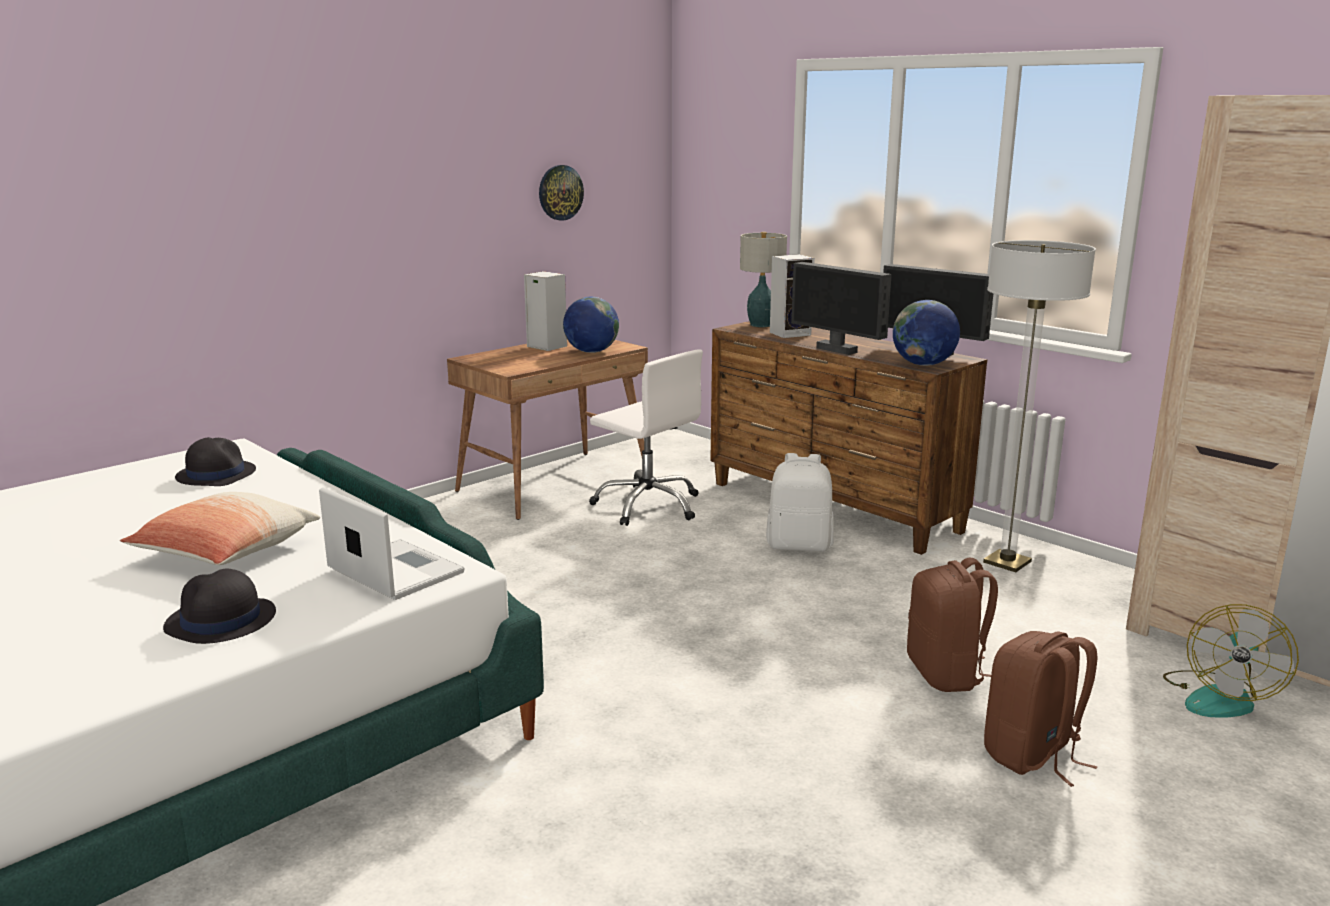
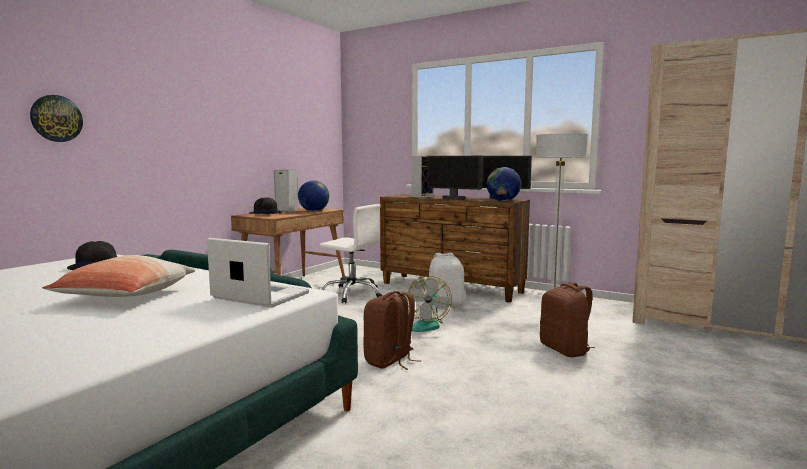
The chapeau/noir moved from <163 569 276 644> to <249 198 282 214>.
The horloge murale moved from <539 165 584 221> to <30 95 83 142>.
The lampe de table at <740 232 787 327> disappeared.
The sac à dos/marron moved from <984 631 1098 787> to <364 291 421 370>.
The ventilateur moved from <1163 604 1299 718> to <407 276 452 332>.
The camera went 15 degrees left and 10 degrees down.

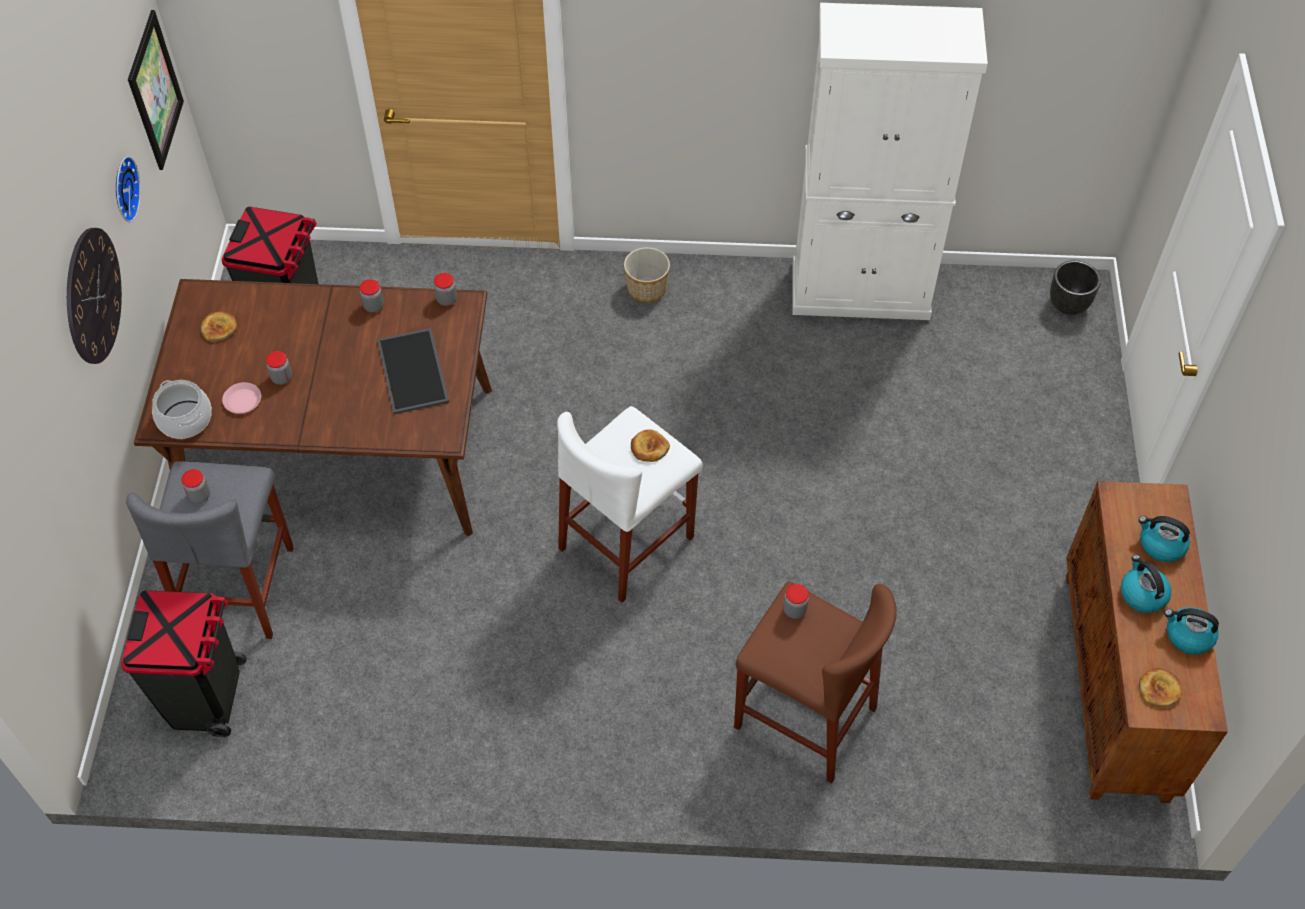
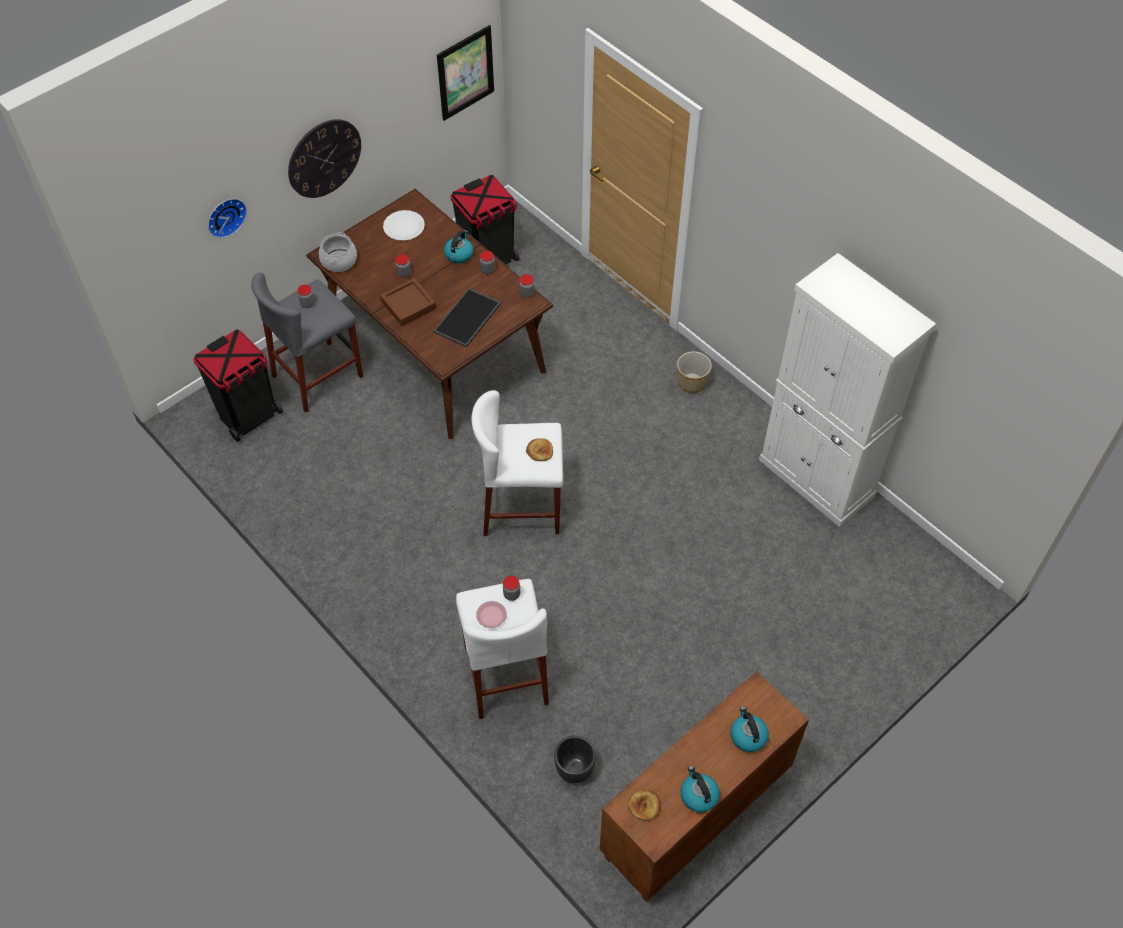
The horloge murale moved from <116 156 141 222> to <208 199 247 238>.
The pain at <201 311 237 342> was replaced by the assiette/blanc at <383 210 425 241>.
The assiette/rose moved from <222 382 261 414> to <476 601 507 628>.
The tabouret/marron at <734 581 897 784> became the tabouret/blanc at <456 579 549 719>.
The cache-pot/noir moved from <1050 260 1101 315> to <554 735 596 783>.
The bouilloire moved from <1121 555 1172 613> to <444 230 473 263>.
The plateau/marron at <380 278 436 326> appeared.
The camera went 45 degrees right and 0 degrees up.

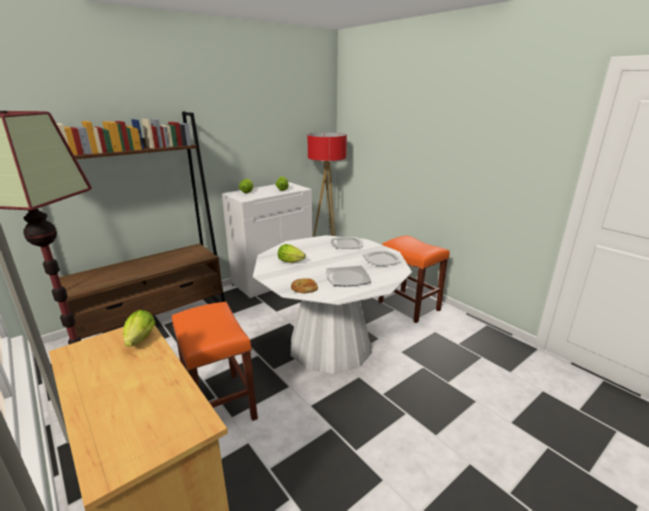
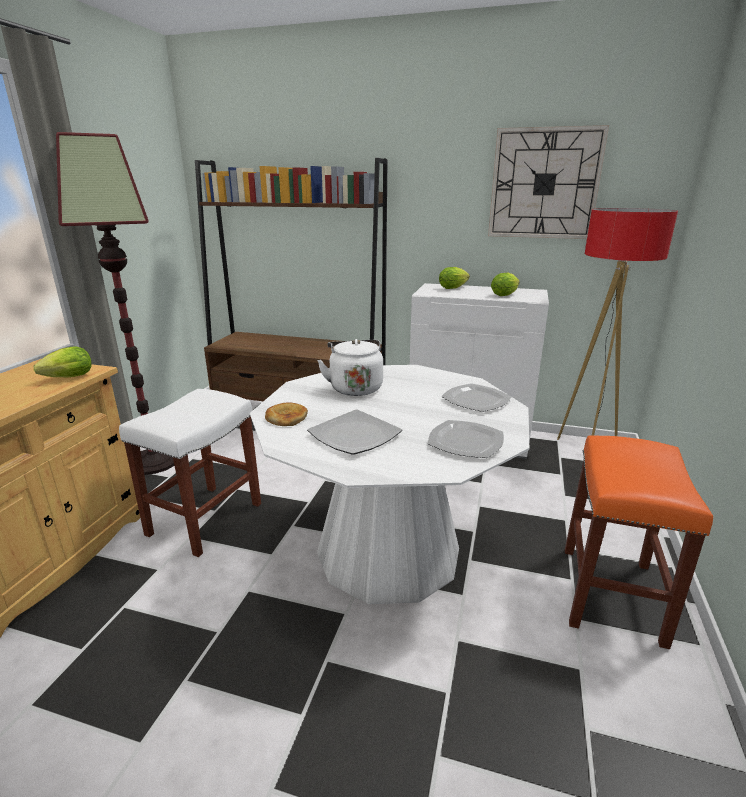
The tabouret/orange at <172 302 258 421> became the tabouret/blanc at <119 389 261 557>.
The laitue at <278 244 306 263> was replaced by the bouilloire/blanc at <317 339 383 396>.
The horloge murale at <488 125 609 239> appeared.
The camera went 55 degrees right and 0 degrees up.

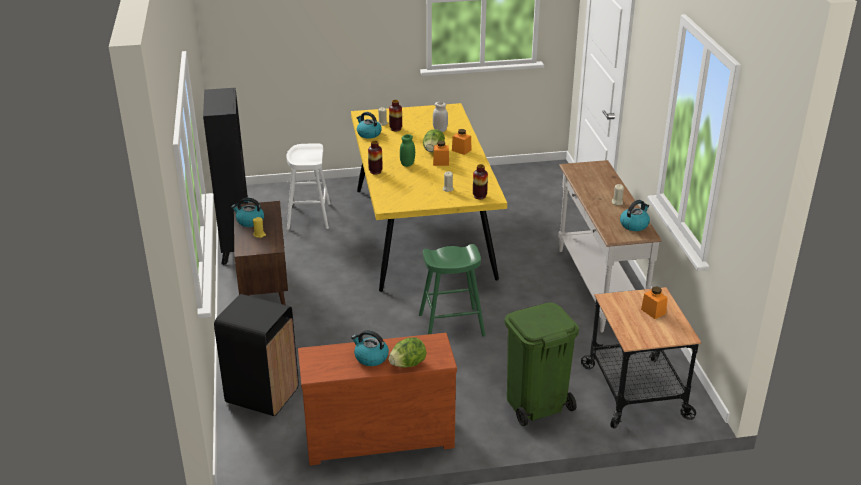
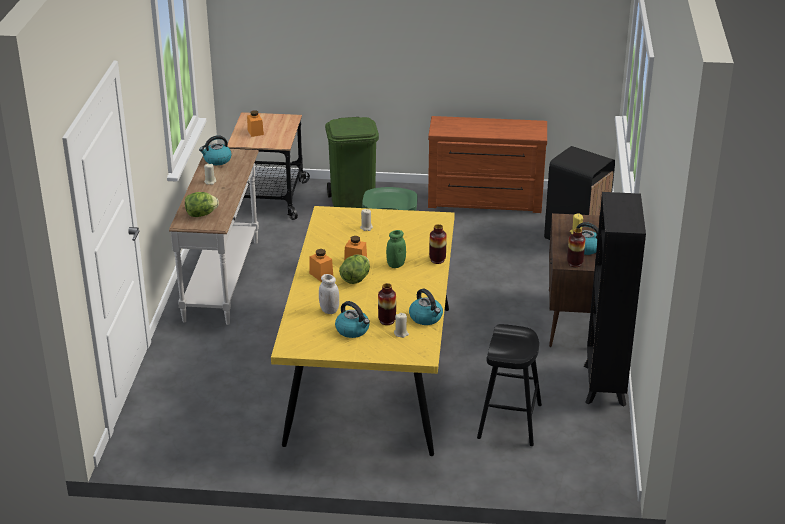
The tabouret/blanc at <287 143 331 230> became the tabouret/noir at <477 324 542 446>.
The bouilloire moved from <351 330 389 366> to <335 301 370 338>.
The laitue moved from <388 337 426 368> to <185 192 219 217>.
The vase moved from <473 164 488 199> to <567 228 585 267>.
The camera went 165 degrees left and 0 degrees up.

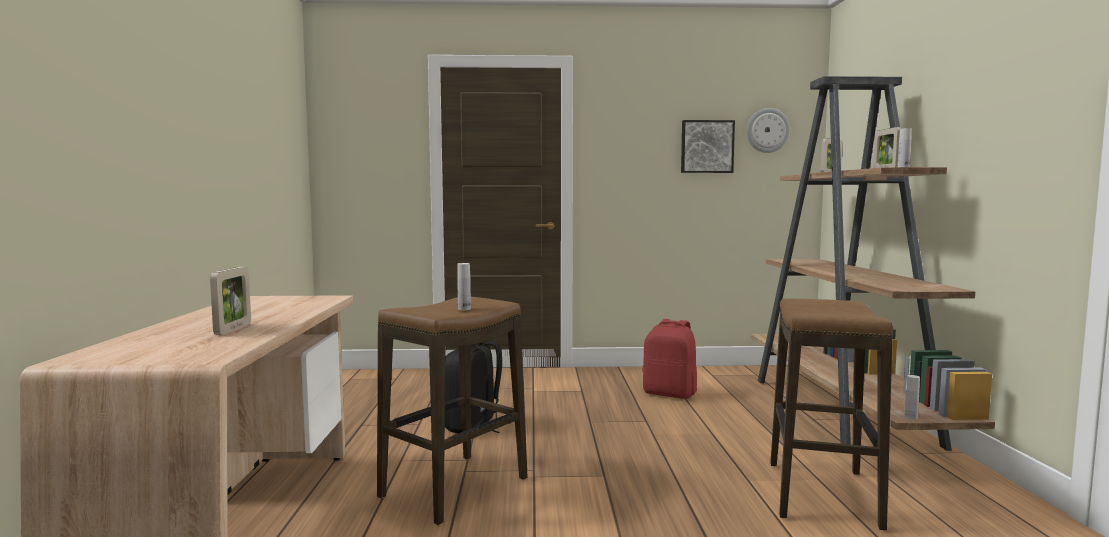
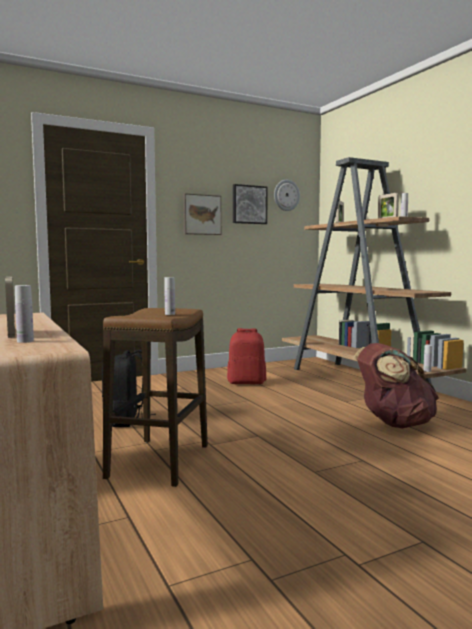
The tabouret at <770 299 894 531> was replaced by the sac à dos/marron at <354 343 439 428>.
The bouteille/blanc at <15 285 34 343> appeared.
The tableau at <183 193 221 235> appeared.
The camera went 25 degrees left and 0 degrees up.

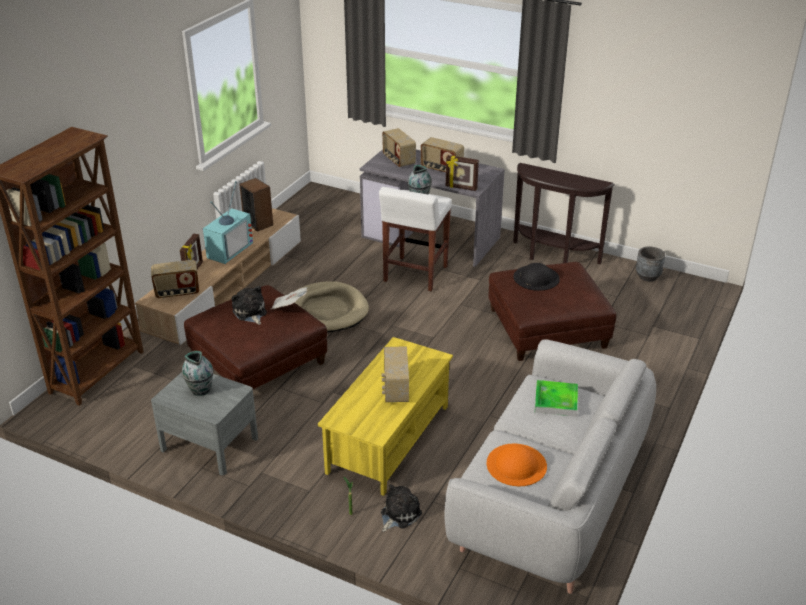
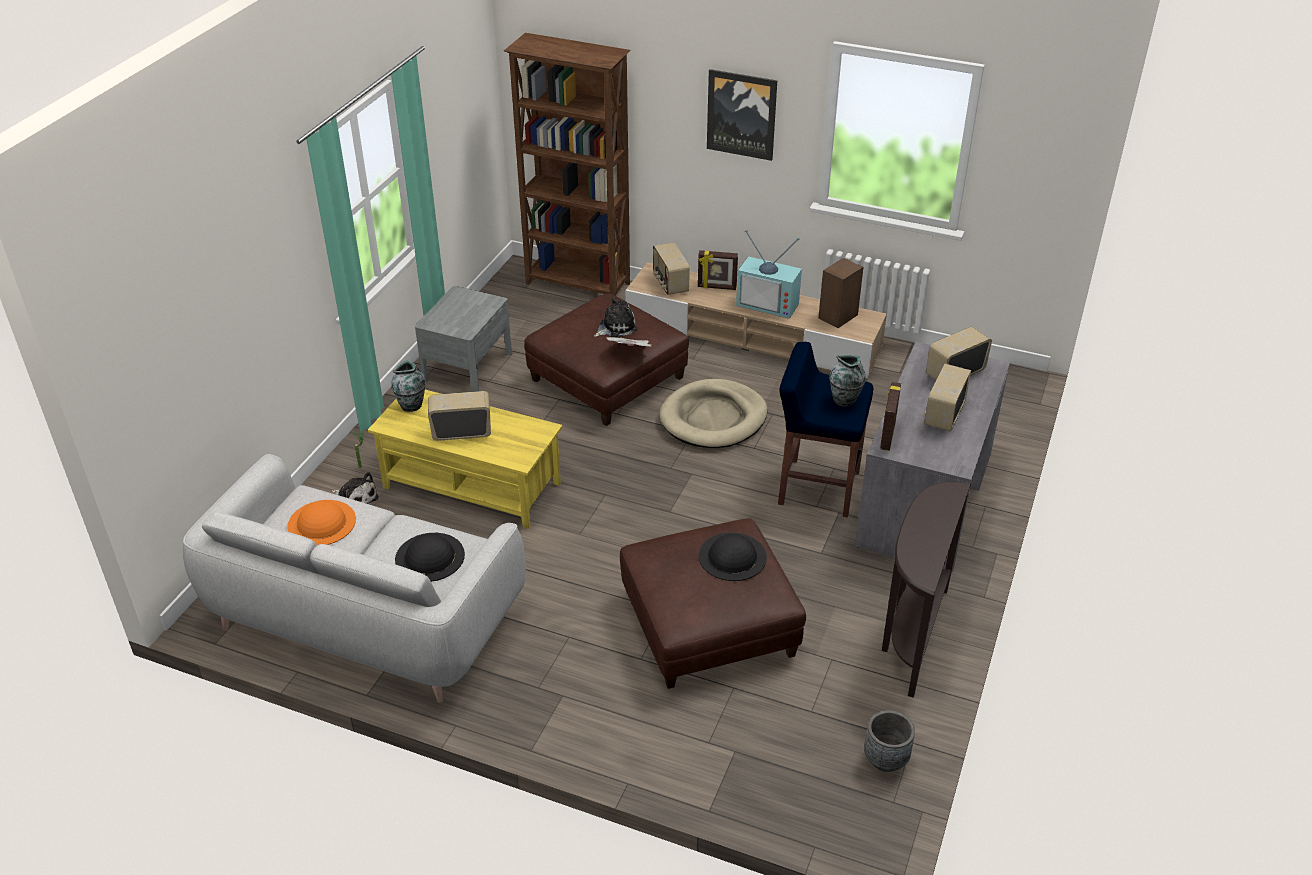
The vase moved from <182 351 213 396> to <391 361 426 412>.
The tabouret/blanc at <379 187 452 291> became the tabouret/bleu at <778 342 873 517>.
The plateau at <535 380 578 417> was replaced by the chapeau/noir at <395 533 465 582>.
The tableau at <707 69 777 161> appeared.
The camera went 85 degrees right and 5 degrees up.

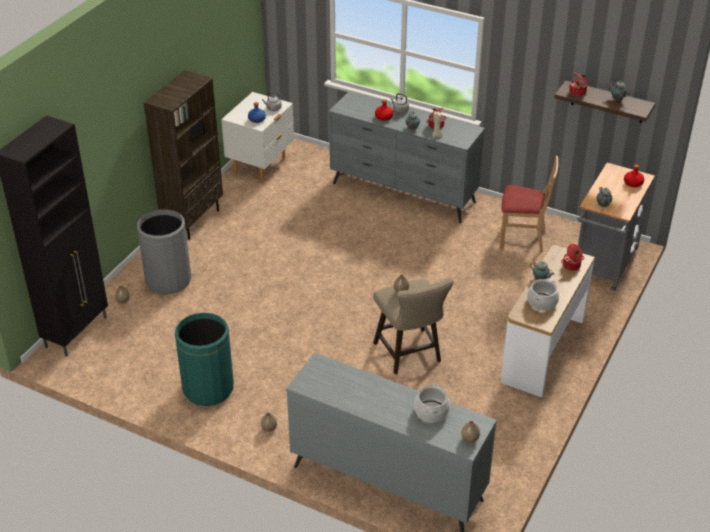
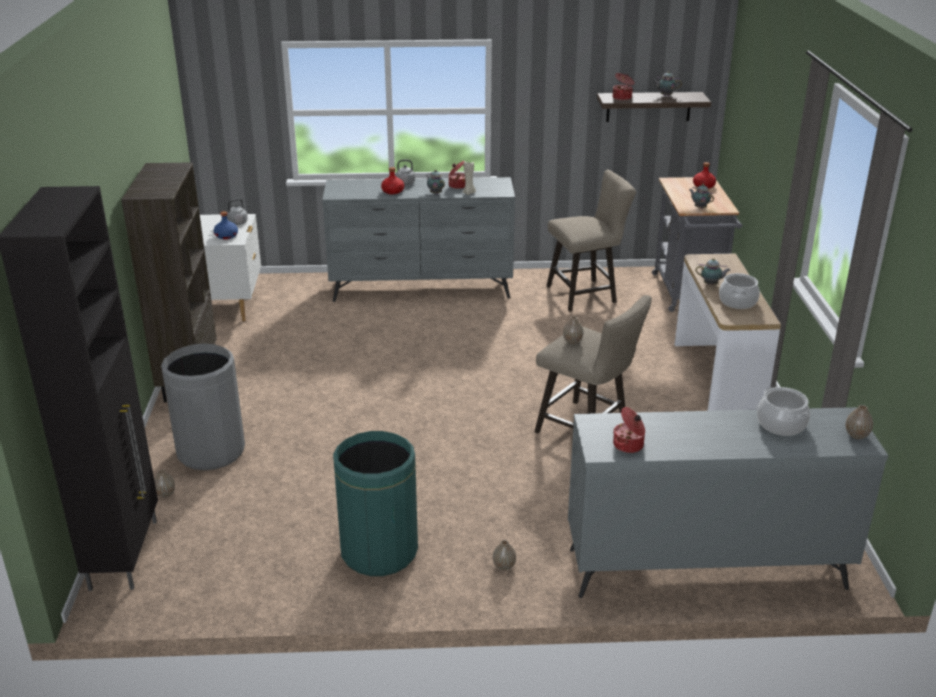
The chaise/beige at <499 156 558 252> was replaced by the tabouret/beige at <546 170 636 312>.
The marmite moved from <561 244 584 271> to <613 407 645 453>.
The camera went 30 degrees left and 10 degrees down.

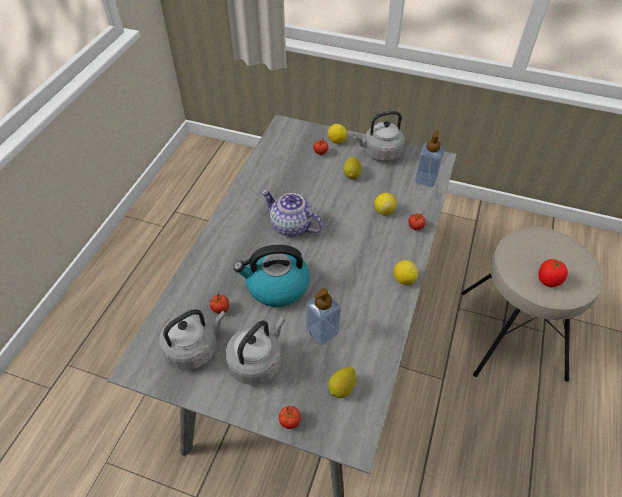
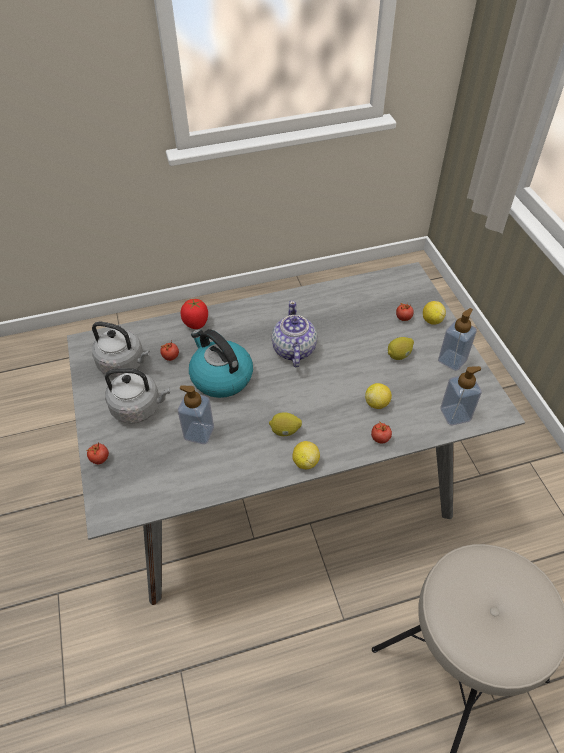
The citron moved from <328 367 356 398> to <269 412 302 436>.
The bouilloire/gris at <354 111 405 162> was replaced by the distributeur de savon at <438 308 477 371>.
The tomate moved from <538 259 568 287> to <181 299 208 329>.
The camera went 55 degrees right and 0 degrees up.

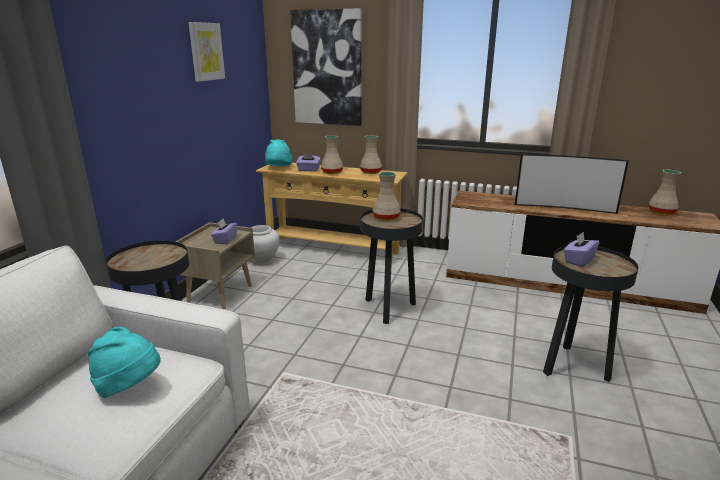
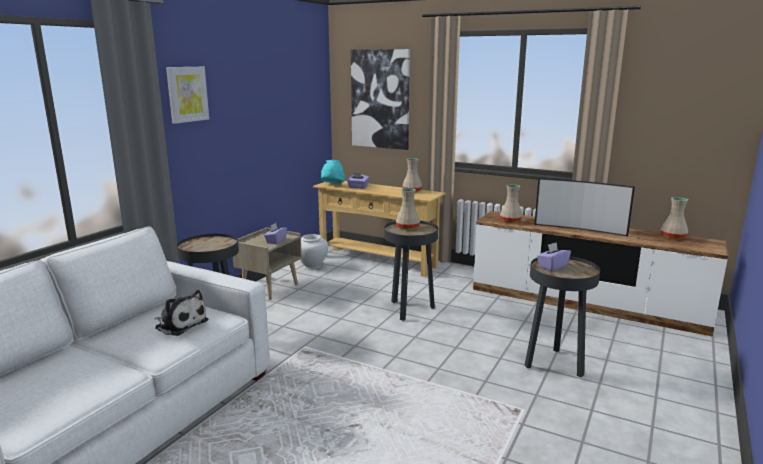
The chapeau/turquoise at <88 327 161 398> was replaced by the peluche at <154 290 208 336>.
The tableau moved from <188 22 225 82> to <166 67 209 124>.
The vase/beige moved from <321 135 343 174> to <500 184 523 223>.
The camera went 10 degrees right and 5 degrees down.

